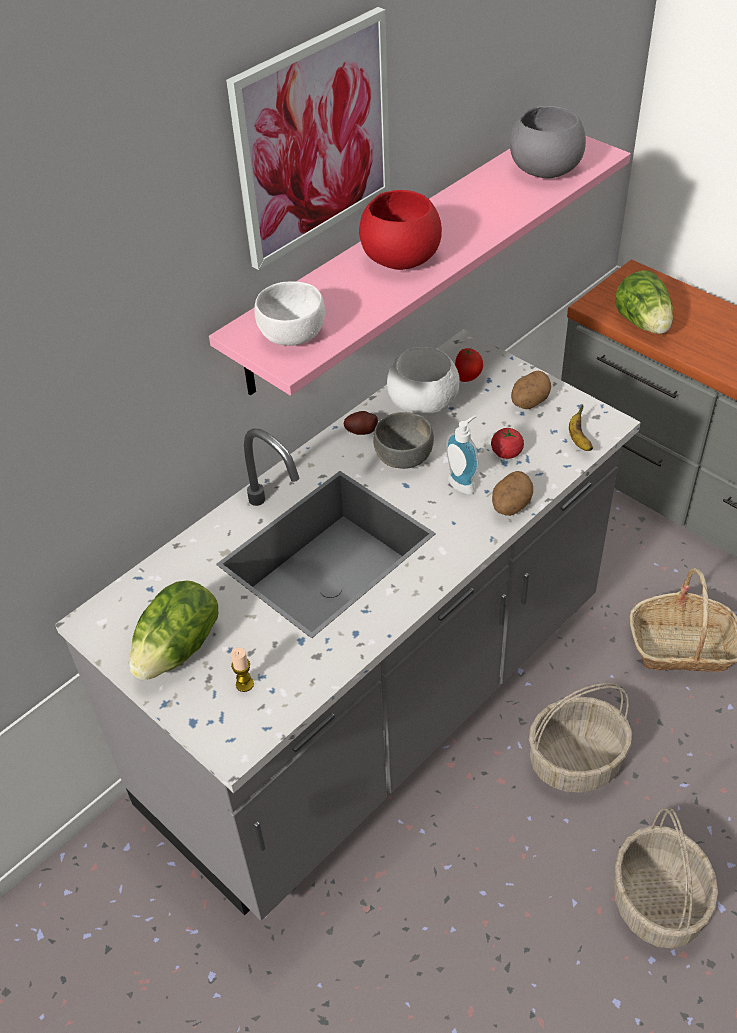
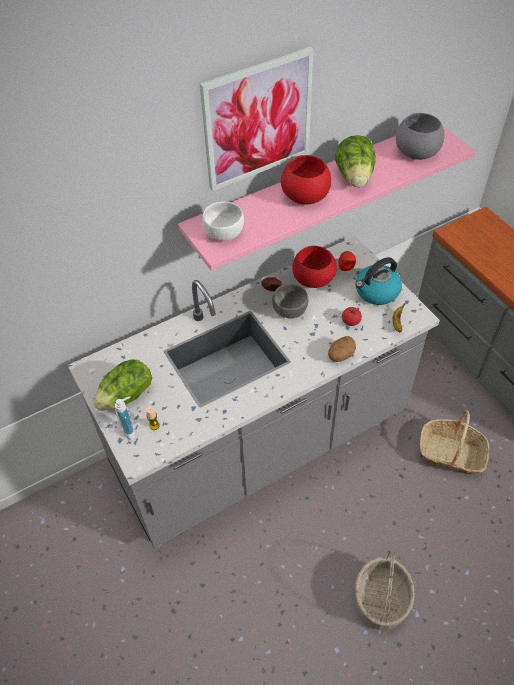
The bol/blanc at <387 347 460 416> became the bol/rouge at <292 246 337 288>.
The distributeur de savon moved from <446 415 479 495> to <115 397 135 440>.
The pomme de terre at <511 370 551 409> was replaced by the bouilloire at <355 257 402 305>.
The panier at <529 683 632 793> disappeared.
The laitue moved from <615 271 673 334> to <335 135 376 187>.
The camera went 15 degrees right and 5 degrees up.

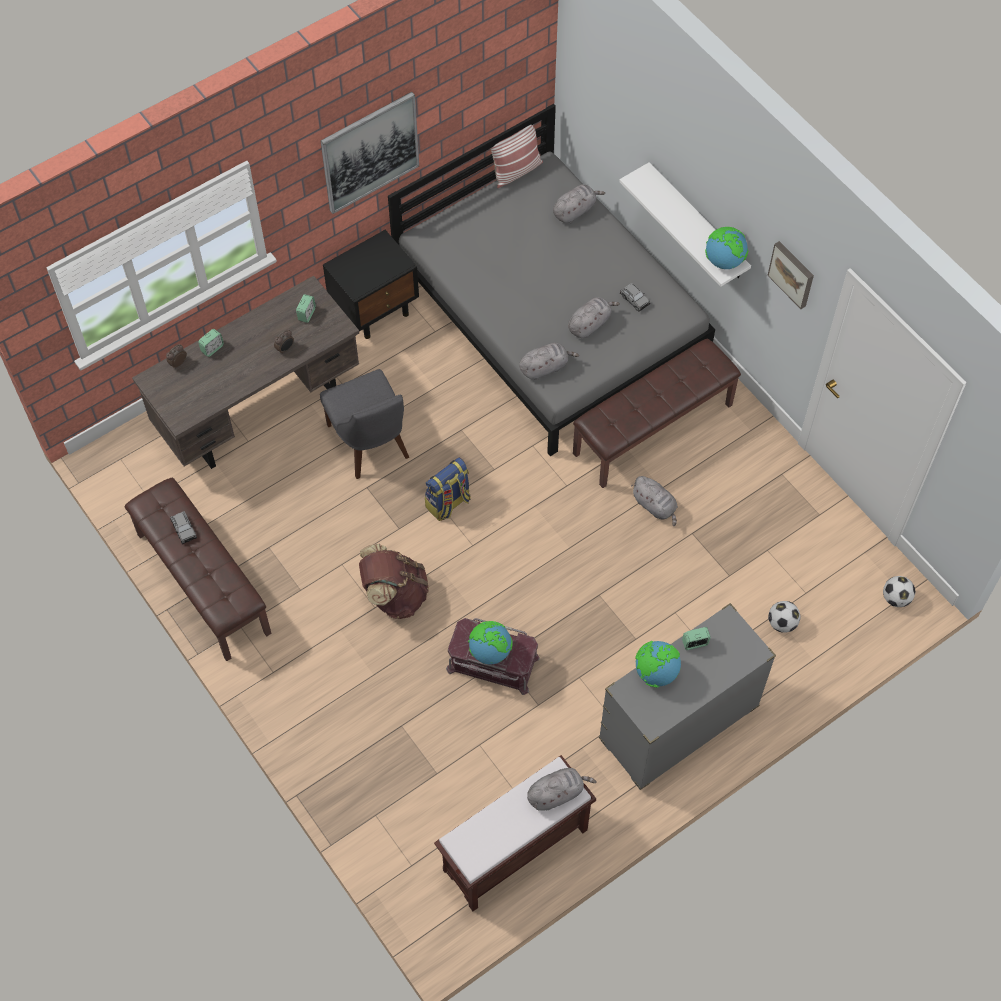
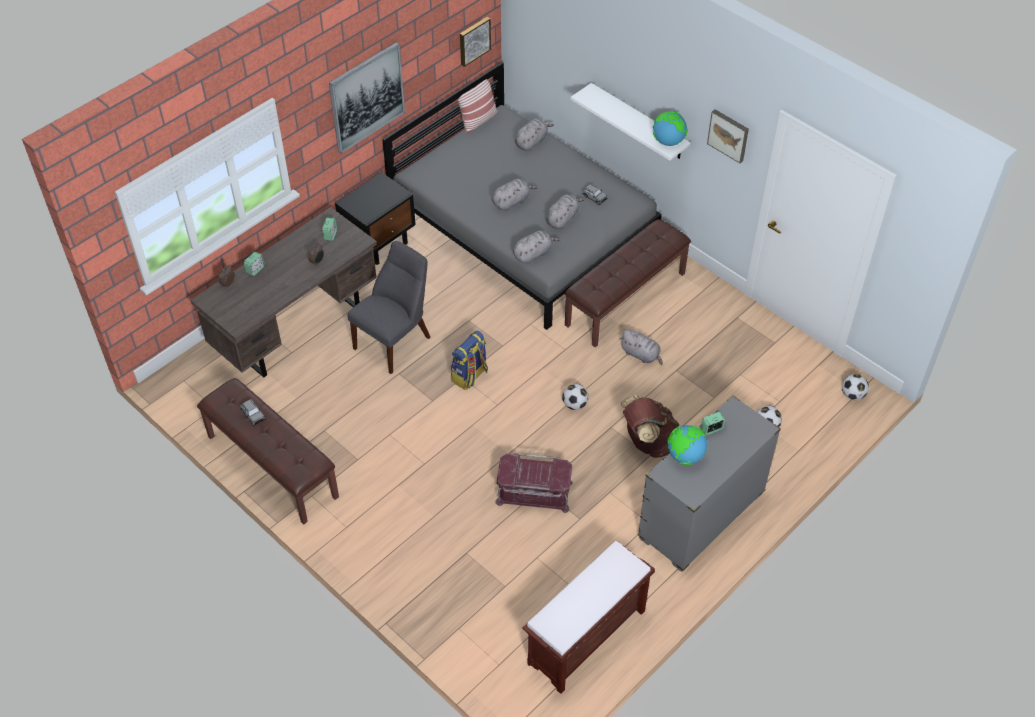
The chaise/gris at <320 369 409 479> turned 105 degrees counterclockwise.
The sac à dos/marron moved from <359 544 429 619> to <620 395 679 458>.
The globe at <468 621 512 664> disappeared.
The peluche/gris moved from <527 768 596 811> to <492 179 538 211>.
The tableau at <460 17 491 67> appeared.
The ballon de foot at <562 384 589 410> appeared.
The camera went 10 degrees left and 10 degrees down.

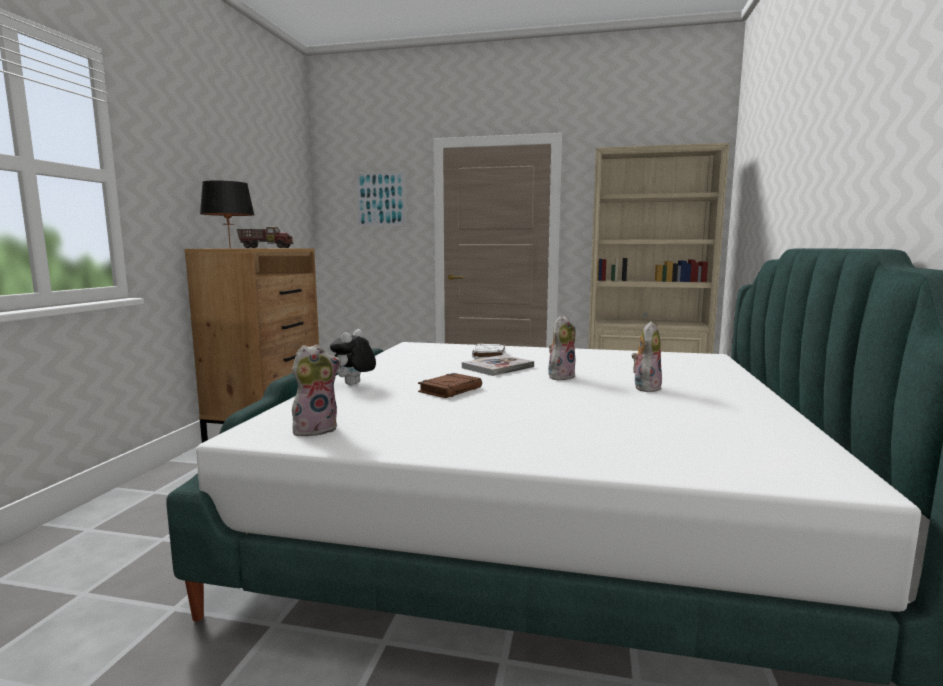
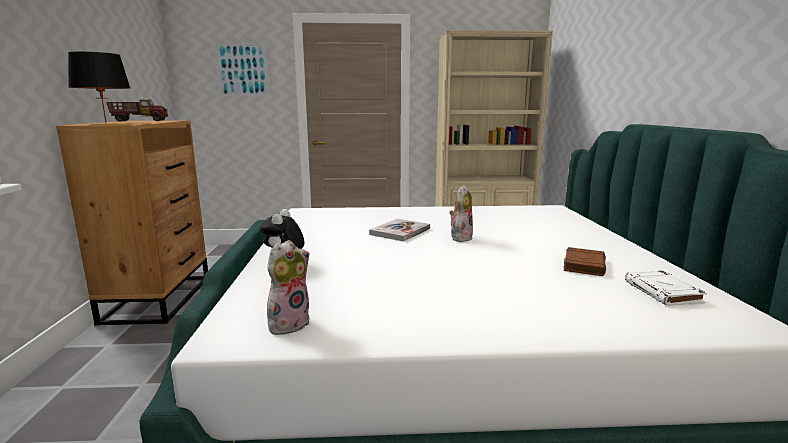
The livre/marron moved from <418 373 482 398> to <564 247 606 276>.
The livre/blanc moved from <472 344 505 359> to <625 270 707 306>.
The peluche at <632 321 662 392> disappeared.
The camera went 15 degrees left and 5 degrees up.

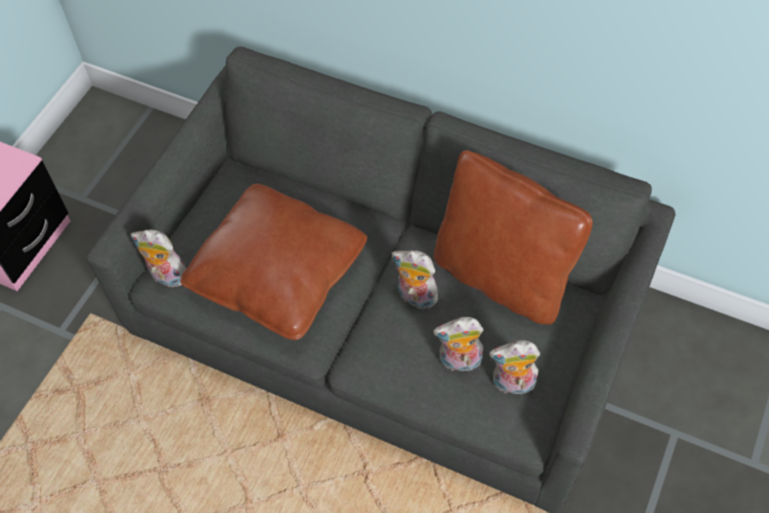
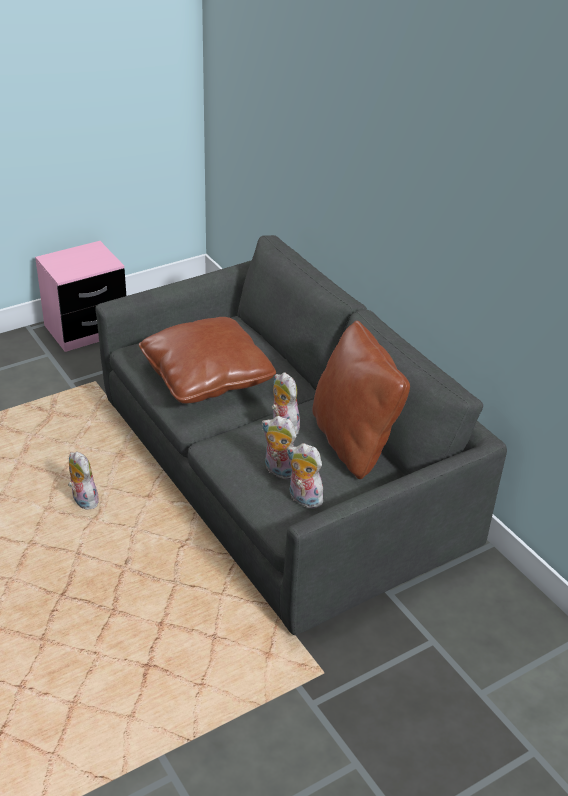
The peluche moved from <130 230 186 287> to <68 451 99 509>.
The camera went 30 degrees right and 20 degrees down.

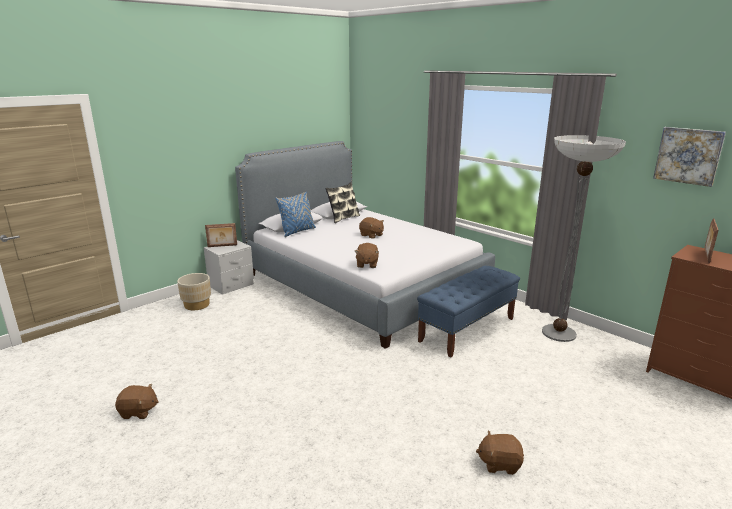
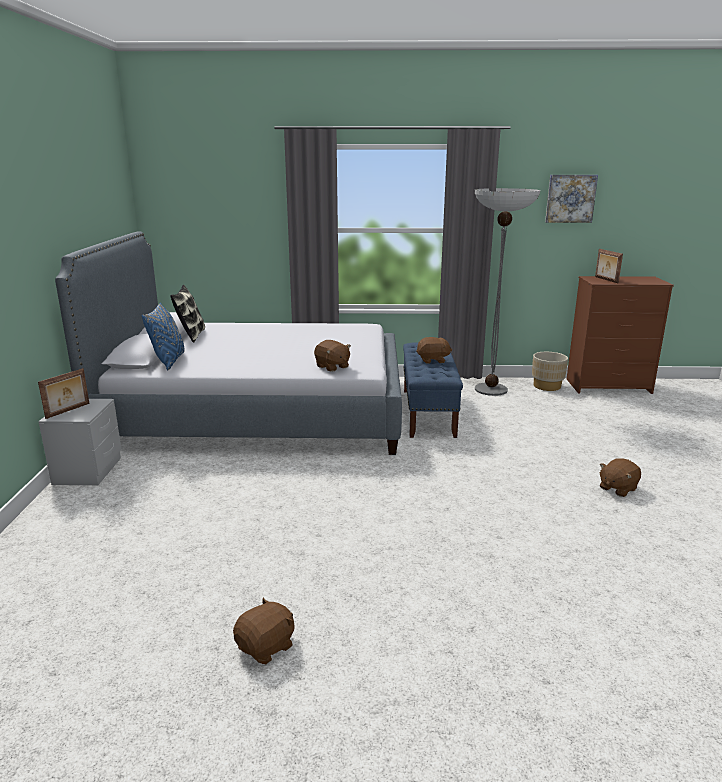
The cache-pot/beige moved from <177 273 211 310> to <532 352 568 391>.
The peluche/marron moved from <359 217 384 239> to <416 337 452 364>.
The camera went 45 degrees left and 0 degrees up.

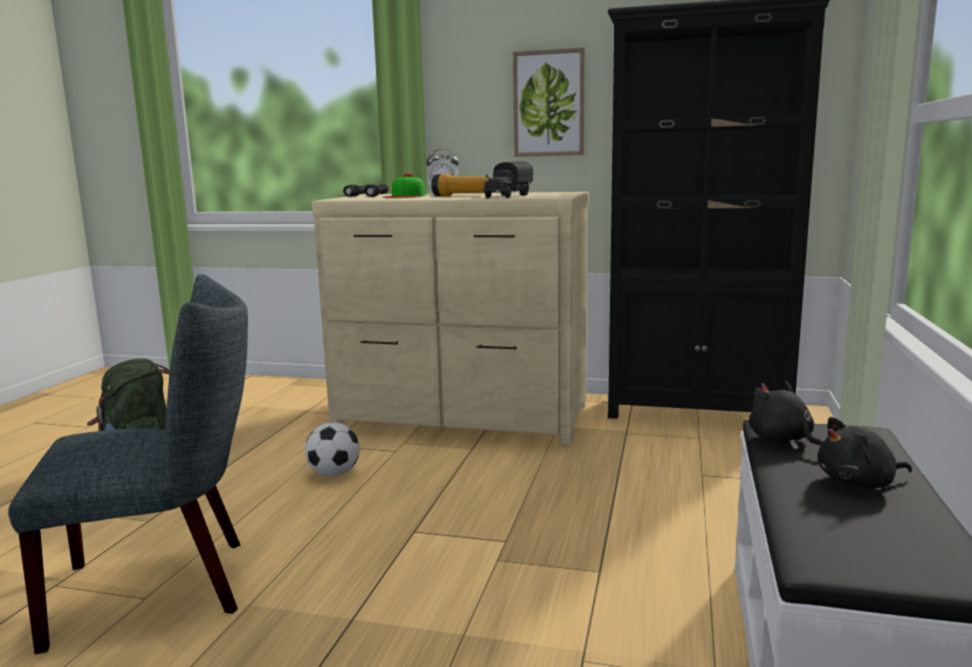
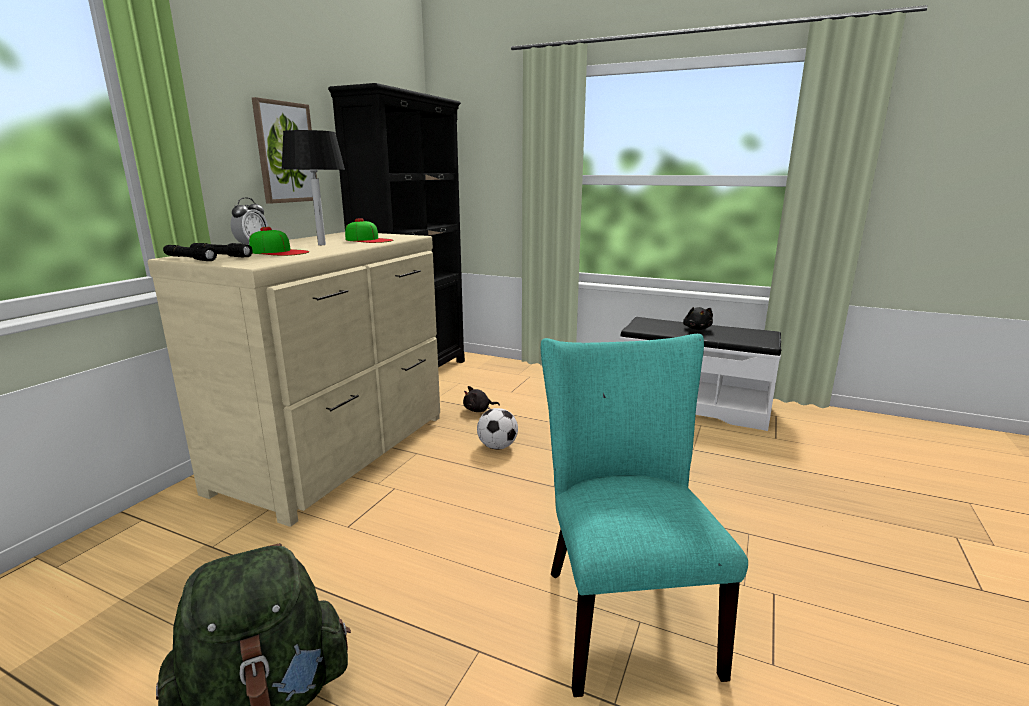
The chaise/gris at <8 274 248 654> became the chaise/turquoise at <541 334 748 697>.
The ballon de foot moved from <305 422 360 477> to <477 408 518 449>.
The lampe de poche at <431 174 488 196> was replaced by the lampe de table/noir at <281 130 345 245>.
The camion jouet at <483 161 533 198> was replaced by the casquette at <345 218 393 243>.
The peluche/noir moved from <749 381 824 450> to <463 386 500 412>.
The camera went 80 degrees left and 5 degrees up.

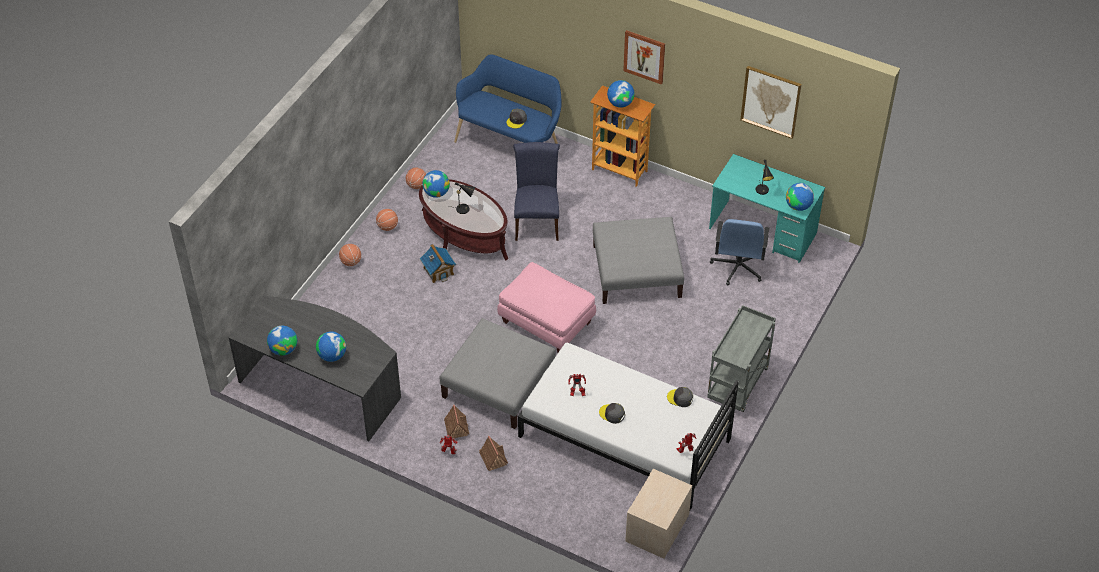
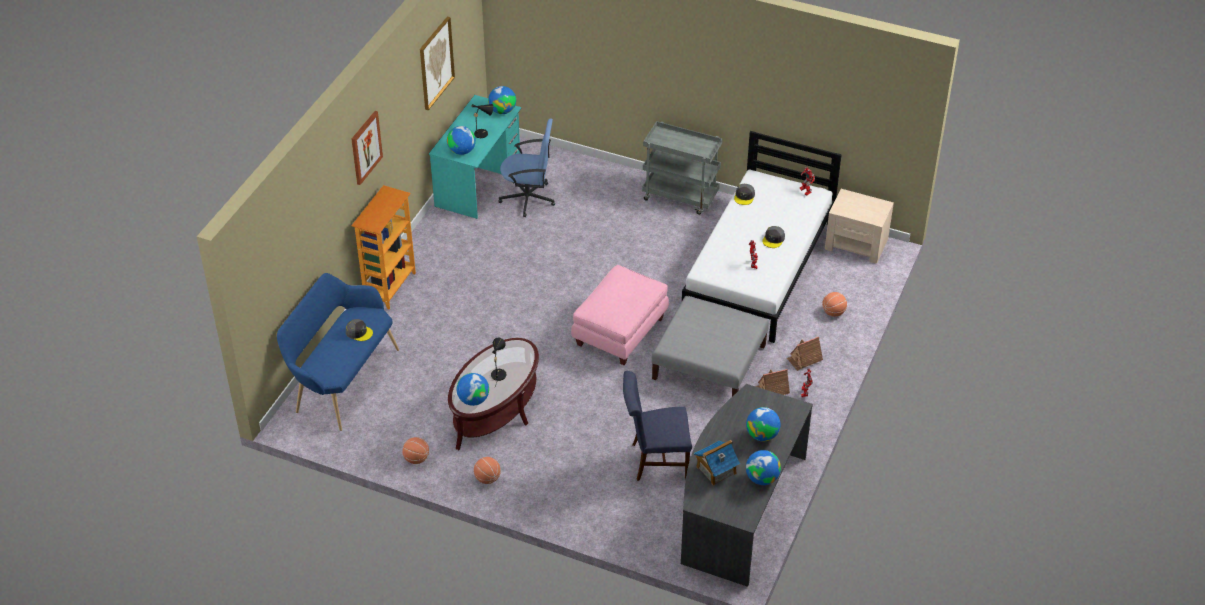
The ballon de basket moved from <339 244 361 266> to <822 292 847 317>.
The maison miniature moved from <420 244 456 283> to <694 440 740 486>.
The chaise/bleu moved from <513 142 560 241> to <623 371 692 481>.
The pouf/gris at <593 217 684 304> disappeared.
The globe moved from <607 80 635 108> to <447 126 476 155>.
The camera went 95 degrees left and 5 degrees down.

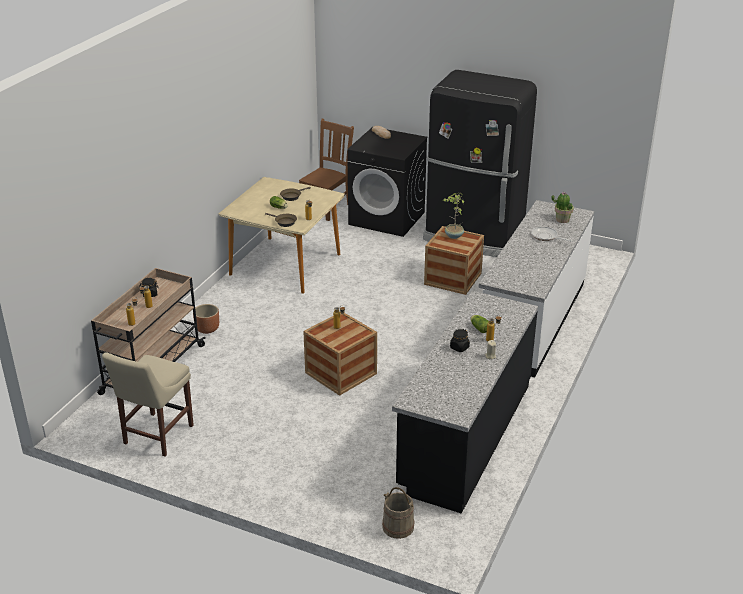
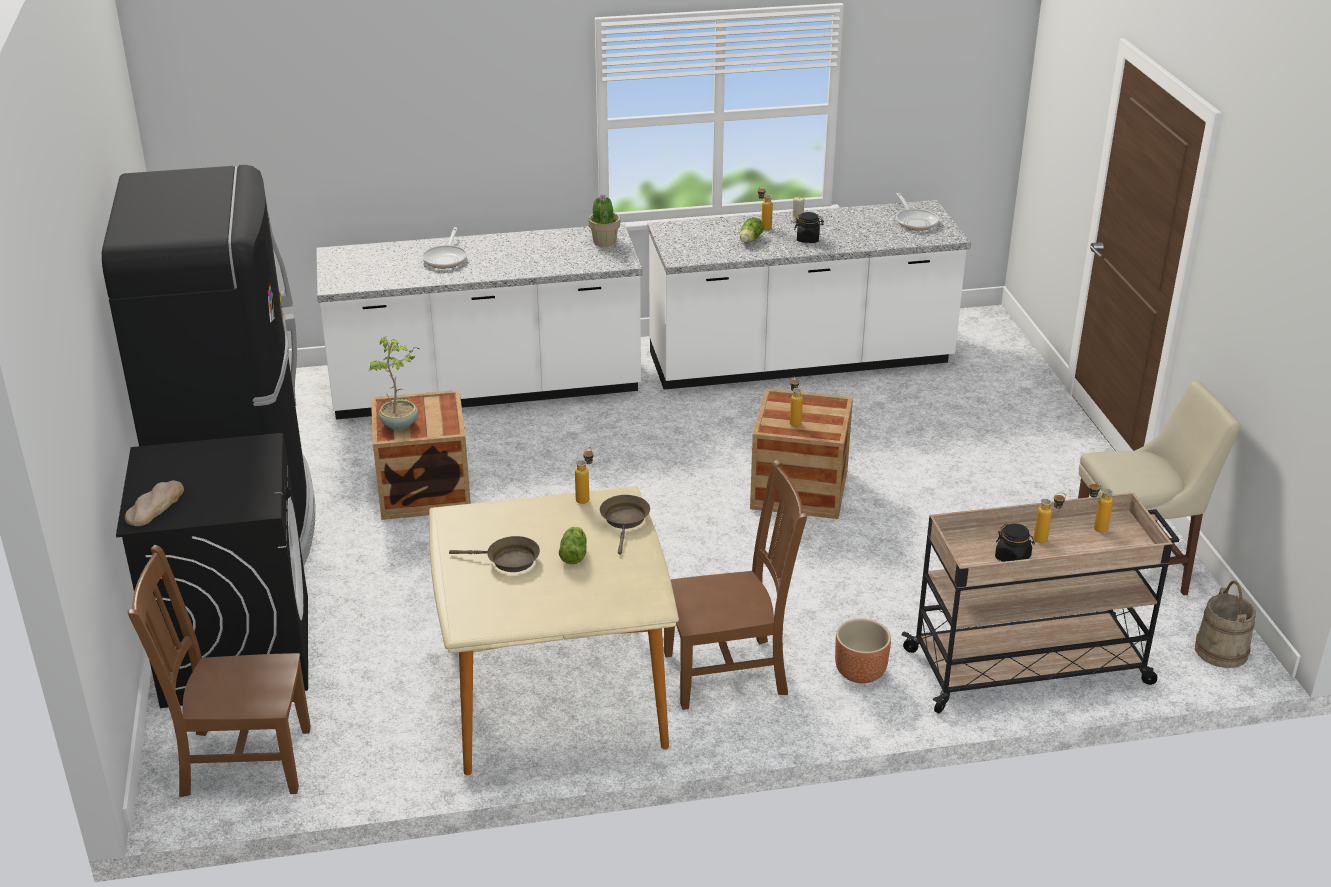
The seau/beige moved from <382 487 415 539> to <1195 581 1256 668>.
The comptoir de cuisine/noir at <392 291 538 514> became the comptoir de cuisine/blanc at <647 200 971 390>.
The plante en pot moved from <551 192 574 223> to <589 194 620 247>.
The chaise/marron at <664 459 807 710> appeared.
The poêle at <896 193 939 231> appeared.
The camera went 125 degrees left and 0 degrees up.

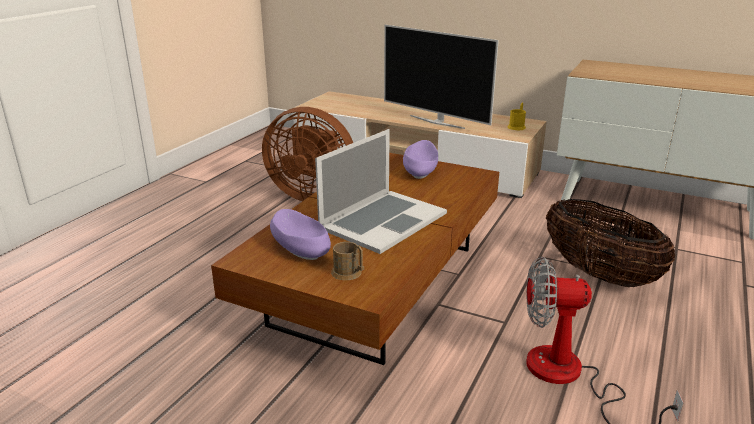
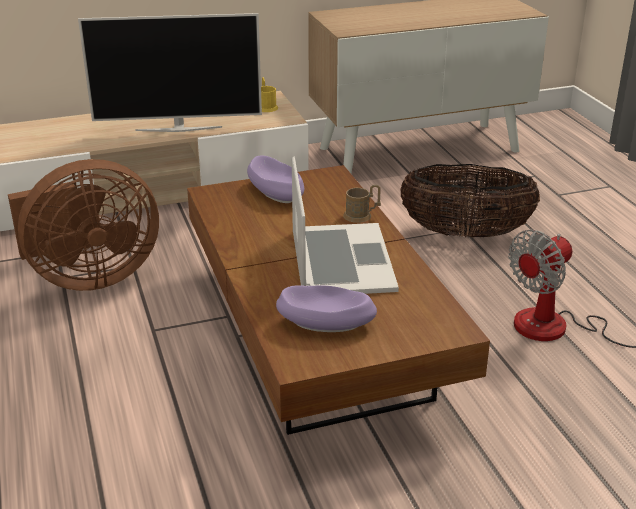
The mug/marron moved from <331 242 364 280> to <343 185 381 223>.
The camera went 45 degrees left and 5 degrees up.

